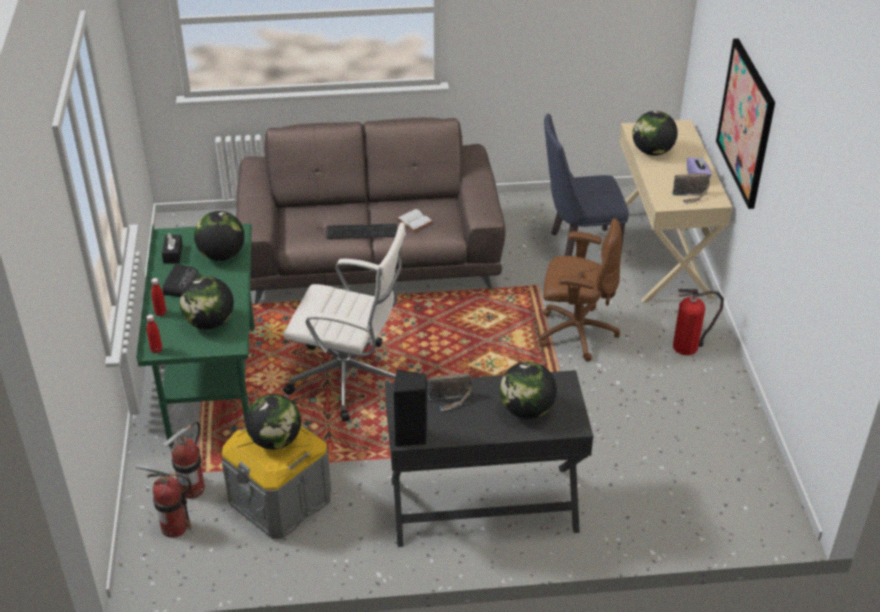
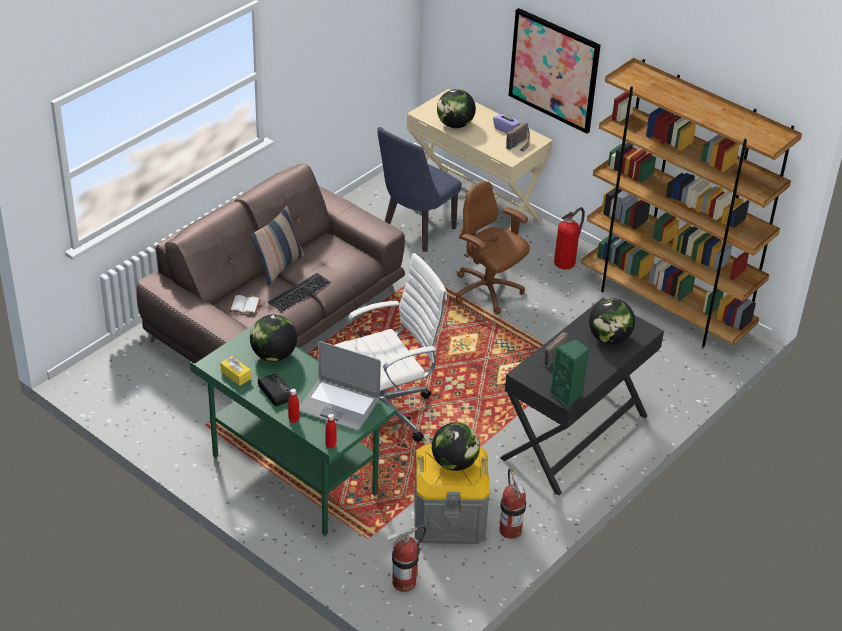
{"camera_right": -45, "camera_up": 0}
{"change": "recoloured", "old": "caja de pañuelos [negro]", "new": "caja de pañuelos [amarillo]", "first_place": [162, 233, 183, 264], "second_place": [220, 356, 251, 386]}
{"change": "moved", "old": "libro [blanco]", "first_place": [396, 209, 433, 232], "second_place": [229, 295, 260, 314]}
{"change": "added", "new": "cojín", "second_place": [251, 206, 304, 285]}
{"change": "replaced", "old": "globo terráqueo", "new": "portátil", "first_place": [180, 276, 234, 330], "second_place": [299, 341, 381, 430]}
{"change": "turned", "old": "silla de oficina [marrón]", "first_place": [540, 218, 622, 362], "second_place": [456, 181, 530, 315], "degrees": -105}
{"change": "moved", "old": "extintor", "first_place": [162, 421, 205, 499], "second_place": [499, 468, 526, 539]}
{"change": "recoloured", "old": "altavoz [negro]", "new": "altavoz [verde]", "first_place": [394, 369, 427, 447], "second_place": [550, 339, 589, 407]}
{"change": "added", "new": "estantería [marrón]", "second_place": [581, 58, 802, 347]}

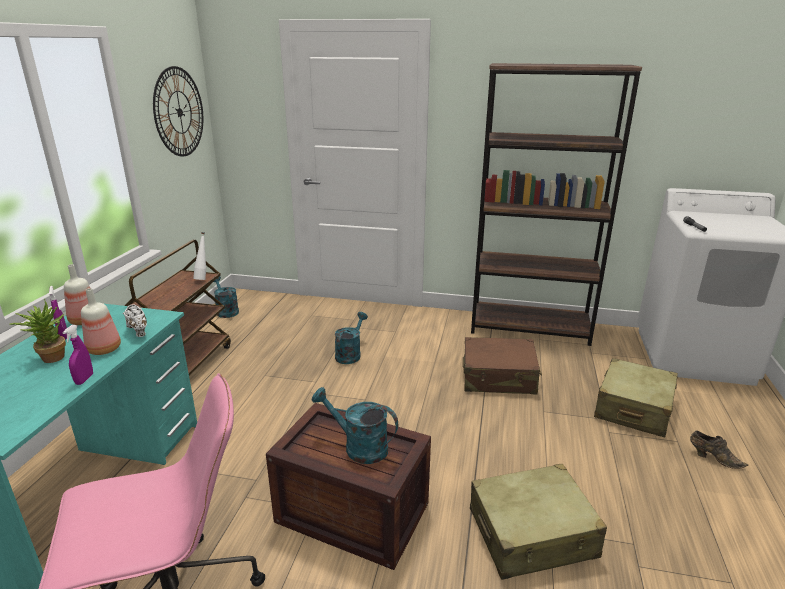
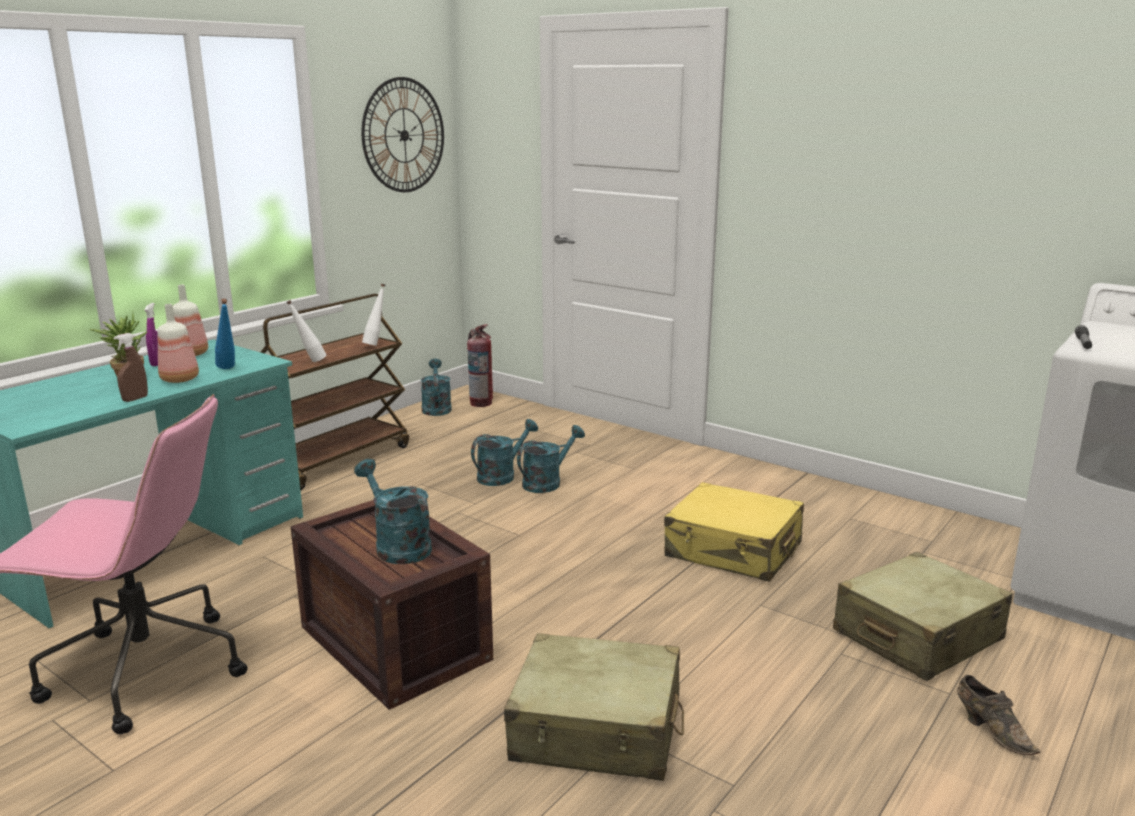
{"camera_right": 25, "camera_up": -5}
{"change": "recoloured", "old": "pulverizador [morado]", "new": "pulverizador [marrón]", "first_place": [63, 325, 93, 385], "second_place": [114, 333, 148, 402]}
{"change": "replaced", "old": "zapato [blanco]", "new": "botella [azul]", "first_place": [123, 304, 147, 337], "second_place": [215, 299, 235, 369]}
{"change": "added", "new": "botella [blanco]", "second_place": [286, 300, 327, 362]}
{"change": "added", "new": "extintor", "second_place": [467, 325, 493, 407]}
{"change": "added", "new": "regadera [turquesa]", "second_place": [471, 419, 538, 486]}
{"change": "recoloured", "old": "maleta [marrón]", "new": "maleta [amarillo]", "first_place": [463, 337, 542, 394], "second_place": [664, 482, 804, 582]}
{"change": "removed", "old": "estantería [marrón]", "first_place": [471, 63, 642, 346]}

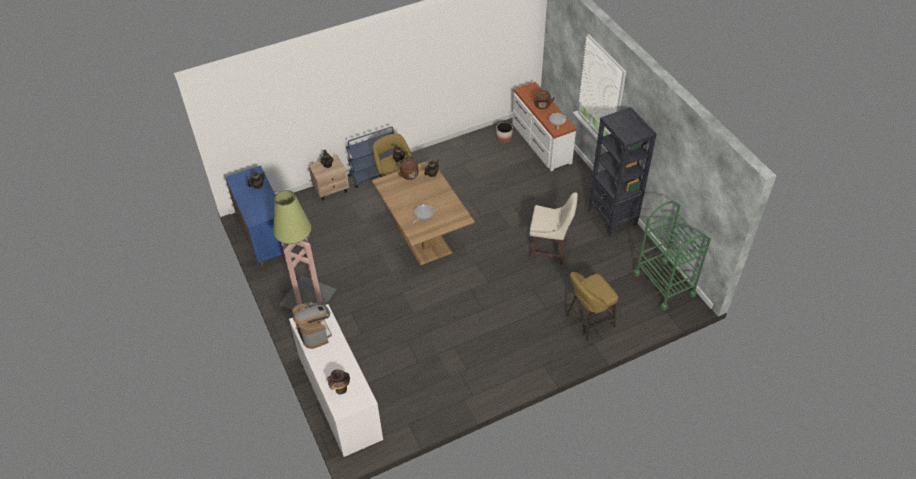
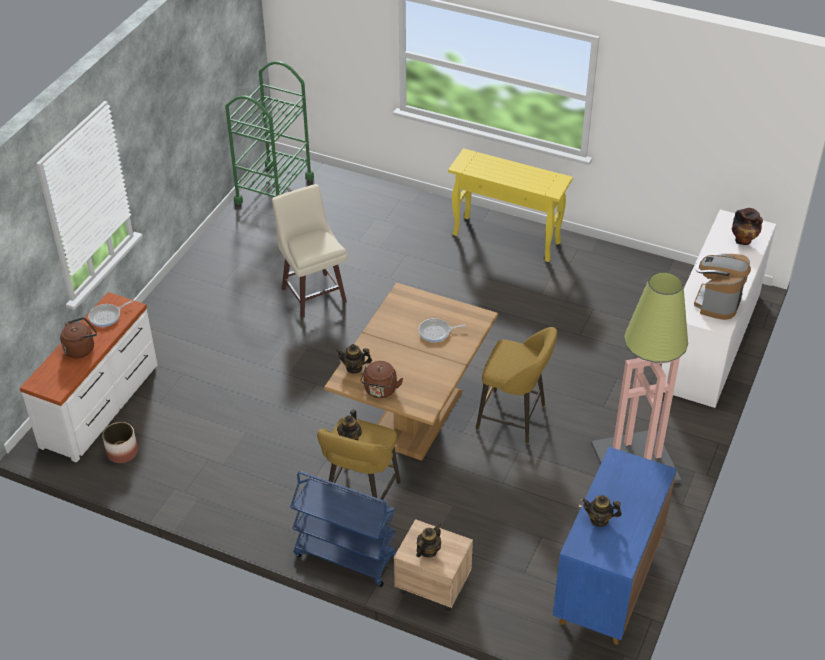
{"camera_right": -130, "camera_up": -5}
{"change": "added", "new": "mesa consola [amarillo]", "second_place": [448, 148, 573, 262]}
{"change": "moved", "old": "taburete [amarillo]", "first_place": [566, 272, 618, 341], "second_place": [476, 327, 557, 443]}
{"change": "removed", "old": "estantería [negro]", "first_place": [588, 107, 657, 237]}

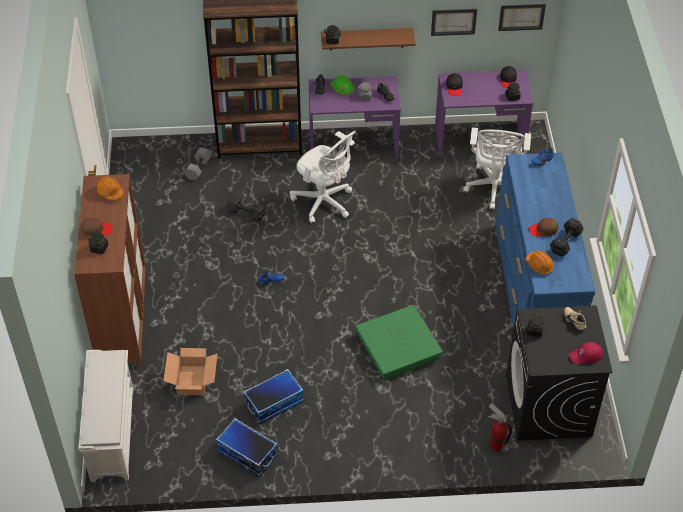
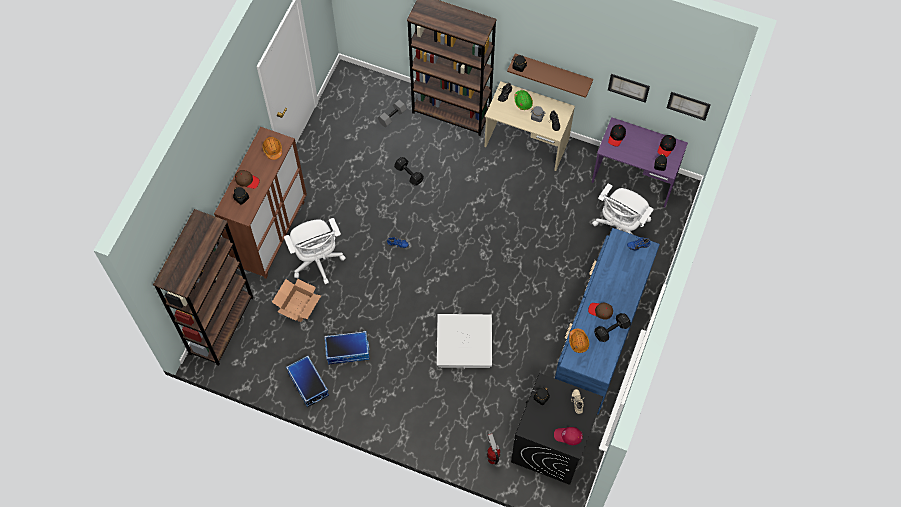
{"camera_right": 25, "camera_up": 15}
{"change": "replaced", "old": "zapatero [blanco]", "new": "estantería [marrón]", "first_place": [79, 350, 133, 482], "second_place": [153, 209, 253, 366]}
{"change": "moved", "old": "silla de oficina [blanco]", "first_place": [290, 131, 356, 223], "second_place": [284, 218, 346, 284]}
{"change": "recoloured", "old": "caja de almacenaje [verde]", "new": "caja de almacenaje [blanco]", "first_place": [356, 305, 443, 380], "second_place": [437, 314, 492, 369]}
{"change": "recoloured", "old": "escritorio [morado]", "new": "escritorio [beis]", "first_place": [308, 76, 401, 159], "second_place": [484, 81, 575, 171]}

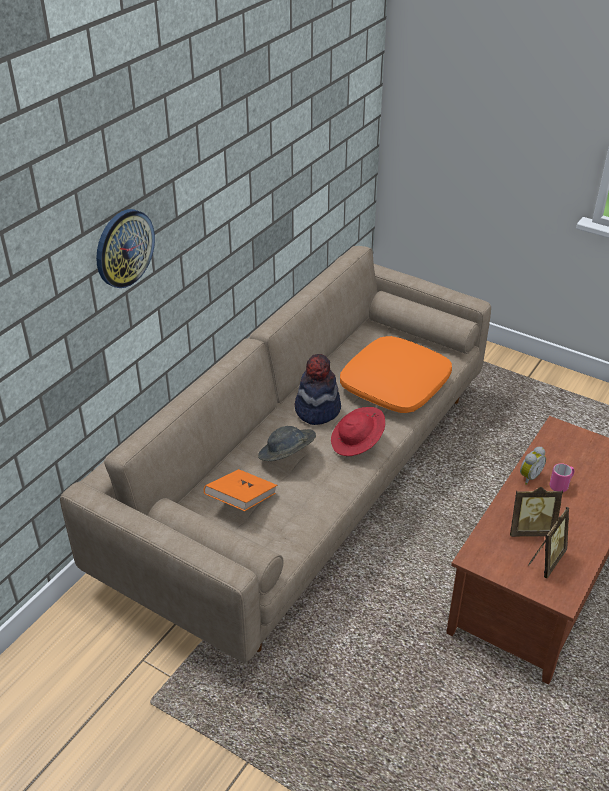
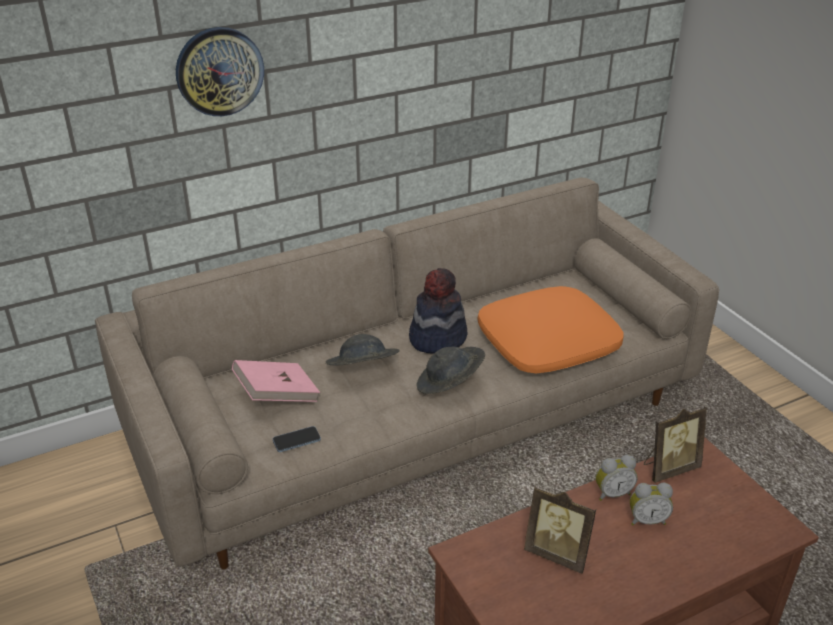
{"camera_right": 30, "camera_up": -5}
{"change": "recoloured", "old": "libro [naranja]", "new": "libro [rosa]", "first_place": [204, 469, 277, 511], "second_place": [232, 360, 320, 402]}
{"change": "added", "new": "móvil", "second_place": [273, 426, 321, 452]}
{"change": "recoloured", "old": "sombrero [rojo]", "new": "sombrero [gris]", "first_place": [331, 407, 385, 456], "second_place": [416, 347, 485, 394]}
{"change": "replaced", "old": "taza grande [rosa]", "new": "despertador", "first_place": [550, 463, 574, 492], "second_place": [630, 483, 673, 526]}
{"change": "moved", "old": "portarretratos", "first_place": [528, 507, 569, 578], "second_place": [644, 406, 707, 483]}

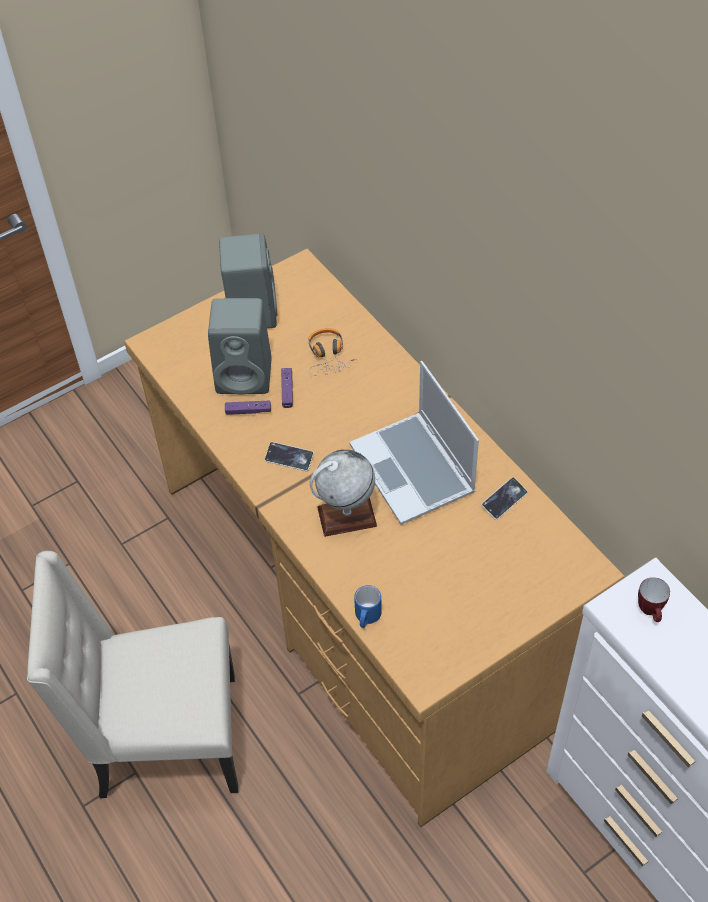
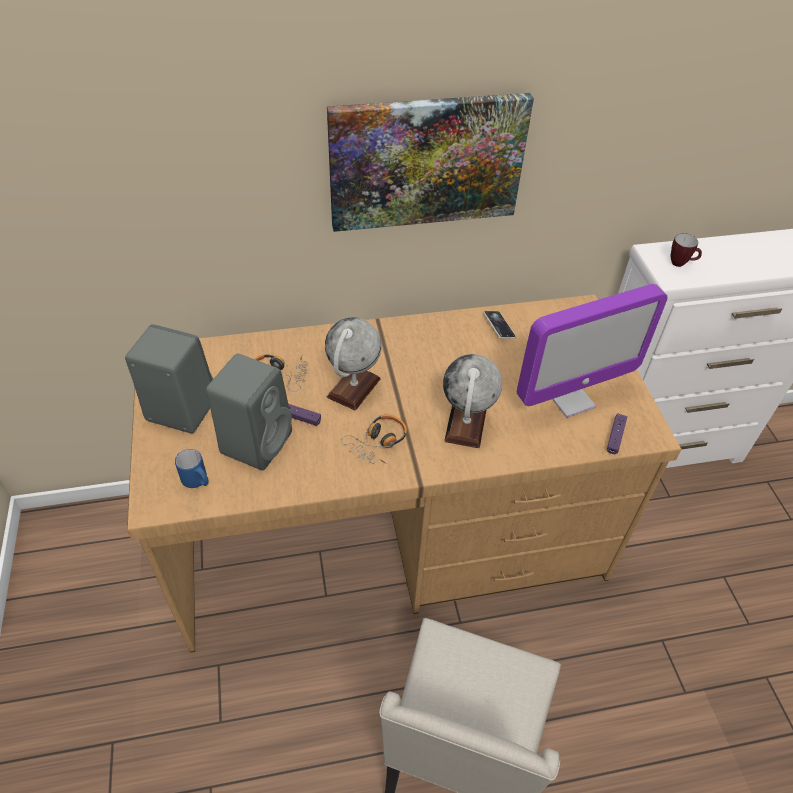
{"camera_right": -70, "camera_up": -5}
{"change": "moved", "old": "taza grande [azul]", "first_place": [354, 585, 382, 628], "second_place": [175, 449, 209, 488]}
{"change": "added", "new": "globo terráqueo", "second_place": [325, 317, 382, 410]}
{"change": "added", "new": "cuadro", "second_place": [327, 93, 534, 232]}
{"change": "replaced", "old": "móvil", "new": "auriculares", "first_place": [264, 442, 314, 471], "second_place": [341, 414, 407, 464]}
{"change": "added", "new": "monitor", "second_place": [517, 284, 668, 418]}
{"change": "moved", "old": "mando de consola [morado]", "first_place": [225, 401, 271, 415], "second_place": [607, 413, 627, 454]}
{"change": "removed", "old": "portátil", "first_place": [349, 361, 479, 525]}

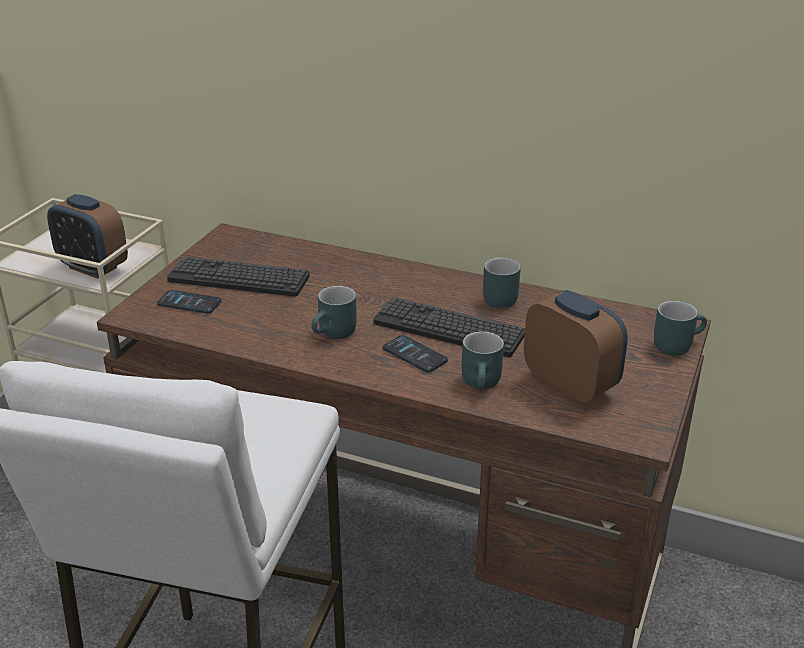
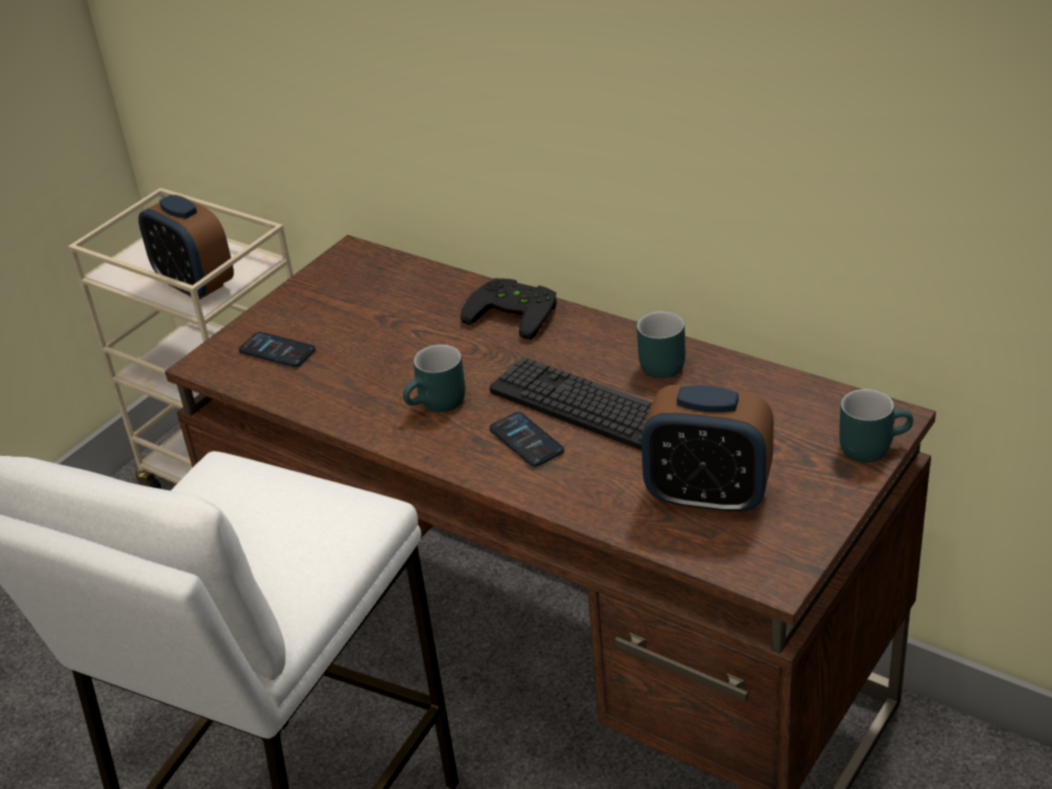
{"camera_right": 15, "camera_up": 5}
{"change": "added", "new": "mando de consola [negro]", "second_place": [461, 278, 557, 340]}
{"change": "turned", "old": "despertador", "first_place": [524, 290, 628, 404], "second_place": [641, 385, 774, 516], "degrees": 135}
{"change": "removed", "old": "teclado", "first_place": [167, 256, 310, 297]}
{"change": "removed", "old": "taza grande [turquesa]", "first_place": [462, 331, 504, 389]}

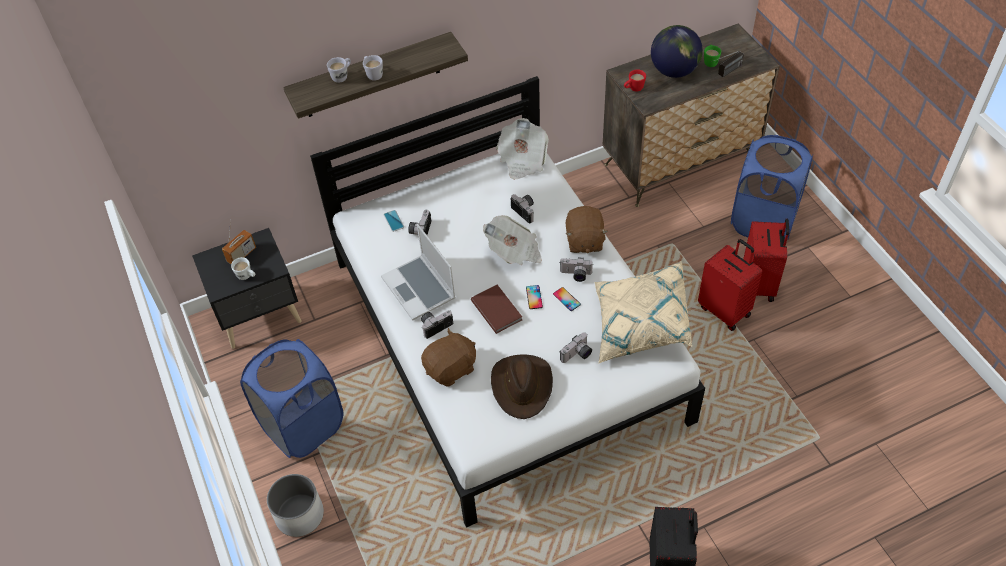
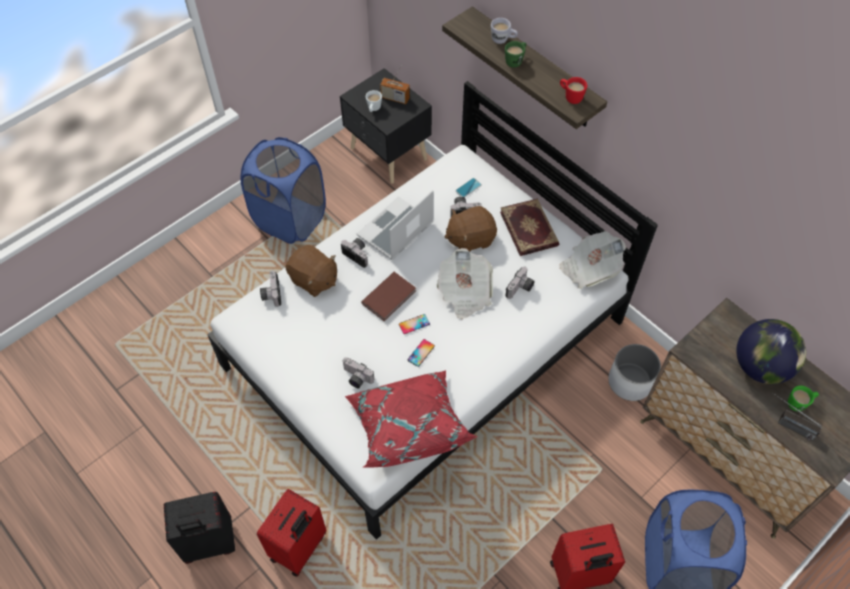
{"camera_right": 70, "camera_up": 5}
{"change": "moved", "old": "maleta [rojo]", "first_place": [698, 239, 762, 331], "second_place": [257, 489, 326, 577]}
{"change": "moved", "old": "cámara", "first_place": [560, 257, 593, 282], "second_place": [260, 271, 281, 307]}
{"change": "recoloured", "old": "cojín [beis]", "new": "cojín [rojo]", "first_place": [595, 262, 692, 364], "second_place": [345, 370, 478, 468]}
{"change": "moved", "old": "peluche [marrón]", "first_place": [566, 206, 608, 253], "second_place": [445, 206, 497, 252]}
{"change": "added", "new": "libro", "second_place": [500, 199, 559, 256]}
{"change": "recoloured", "old": "taza grande [blanco]", "new": "taza grande [verde]", "first_place": [363, 55, 383, 81], "second_place": [505, 41, 526, 68]}
{"change": "moved", "old": "taza grande [rojo]", "first_place": [624, 69, 646, 91], "second_place": [560, 77, 587, 104]}
{"change": "moved", "old": "maceta [blanco]", "first_place": [267, 474, 324, 537], "second_place": [608, 344, 661, 401]}
{"change": "removed", "old": "sombrero [marrón]", "first_place": [491, 355, 553, 419]}

